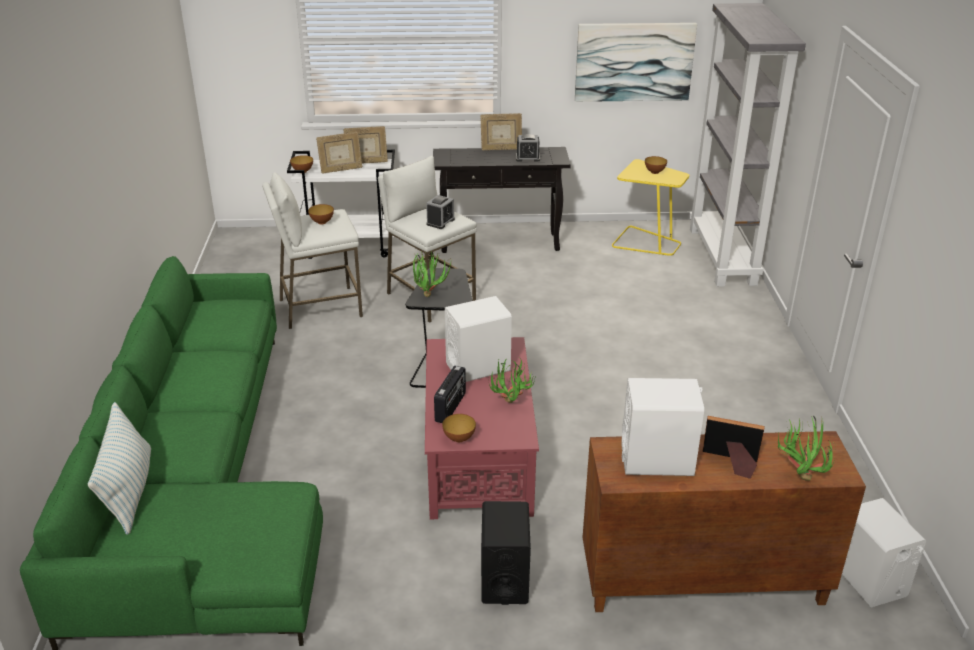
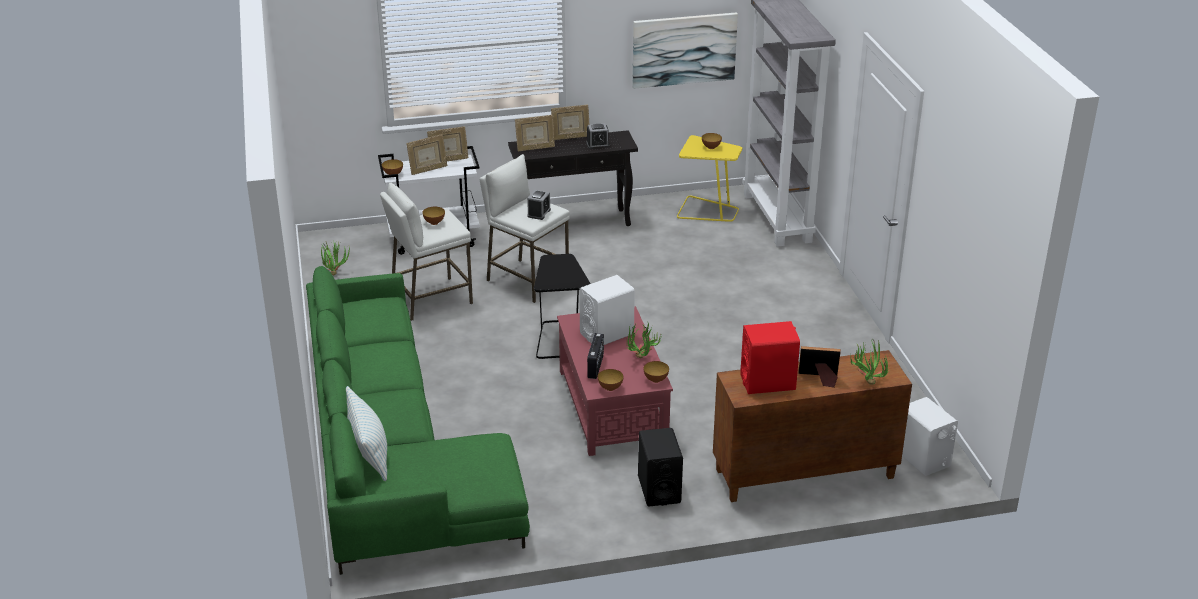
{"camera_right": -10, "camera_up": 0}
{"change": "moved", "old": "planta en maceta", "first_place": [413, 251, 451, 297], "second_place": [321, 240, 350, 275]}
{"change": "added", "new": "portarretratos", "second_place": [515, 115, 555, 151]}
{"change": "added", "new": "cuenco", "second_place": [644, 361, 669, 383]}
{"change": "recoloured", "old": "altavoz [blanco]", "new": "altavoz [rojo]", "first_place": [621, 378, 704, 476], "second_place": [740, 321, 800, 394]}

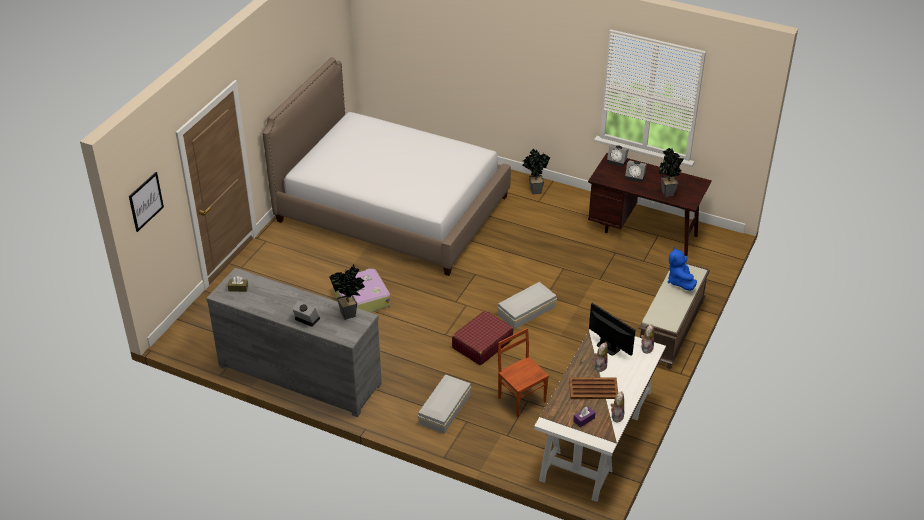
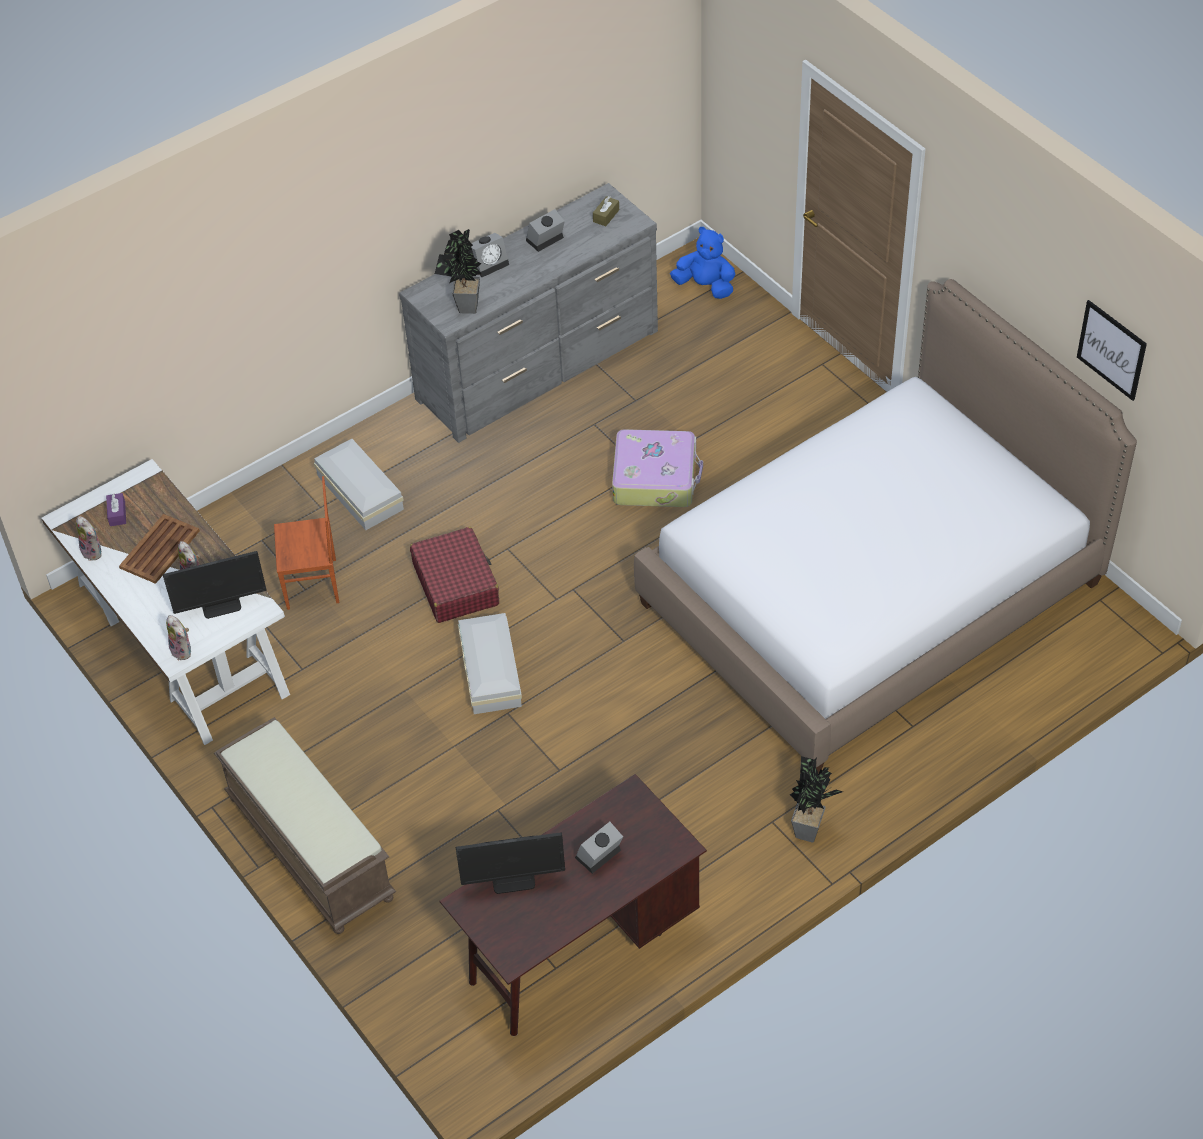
{"camera_right": 120, "camera_up": 10}
{"change": "replaced", "old": "planta en maceta", "new": "monitor", "first_place": [659, 148, 684, 197], "second_place": [456, 832, 565, 894]}
{"change": "moved", "old": "despertador", "first_place": [606, 145, 629, 167], "second_place": [526, 209, 565, 252]}
{"change": "moved", "old": "peluche [azul]", "first_place": [668, 247, 697, 291], "second_place": [670, 227, 736, 299]}
{"change": "moved", "old": "cuadro", "first_place": [129, 172, 164, 232], "second_place": [1077, 300, 1147, 401]}

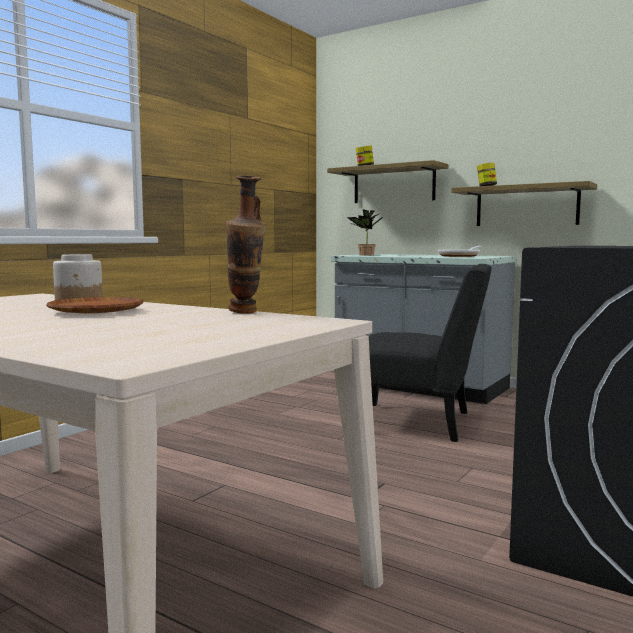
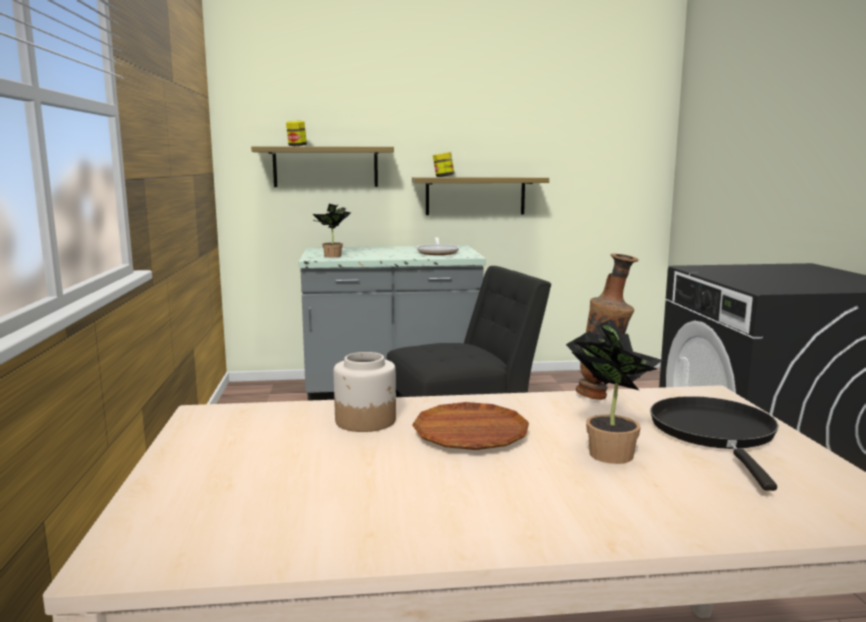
{"camera_right": -40, "camera_up": 5}
{"change": "added", "new": "planta en maceta", "second_place": [566, 319, 663, 464]}
{"change": "added", "new": "sartén [negro]", "second_place": [650, 396, 779, 491]}

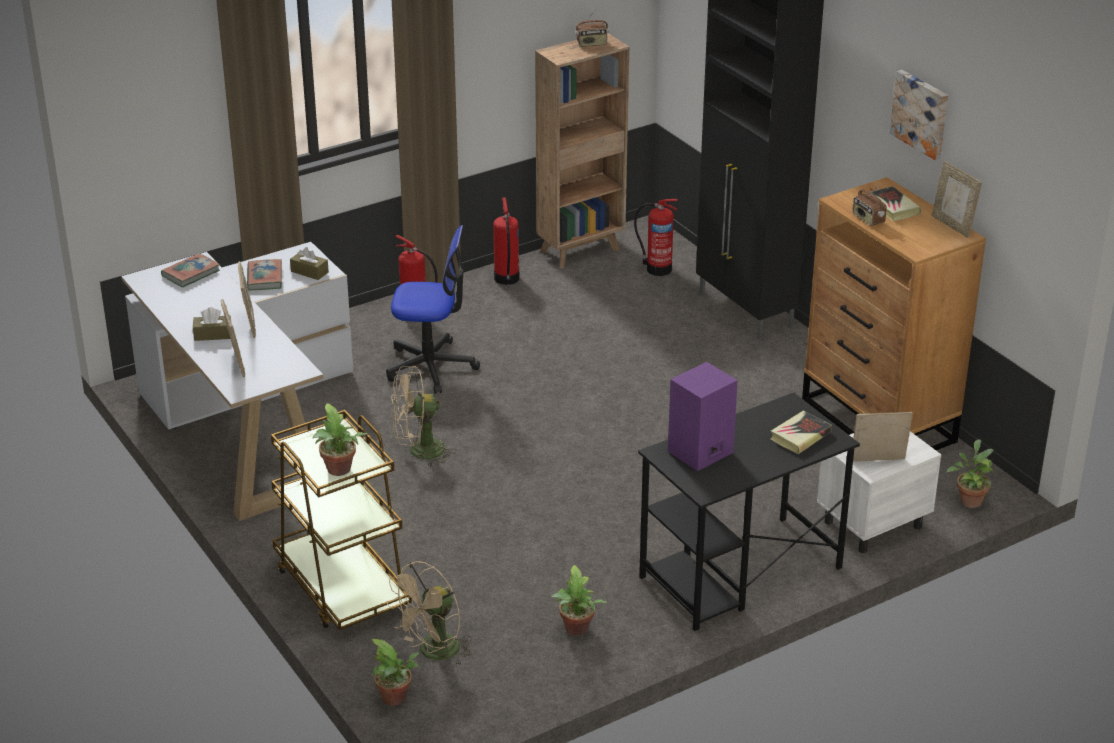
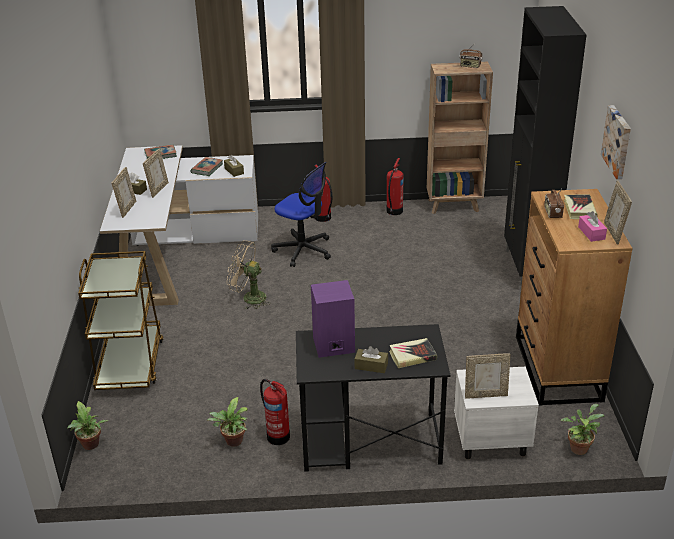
{"camera_right": 30, "camera_up": 0}
{"change": "moved", "old": "extintor", "first_place": [634, 199, 678, 276], "second_place": [260, 379, 290, 445]}
{"change": "added", "new": "caja de pañuelos [marrón]", "second_place": [354, 346, 388, 373]}
{"change": "turned", "old": "portarretratos", "first_place": [853, 412, 913, 461], "second_place": [465, 353, 511, 399], "degrees": 150}
{"change": "added", "new": "caja de pañuelos [rosa]", "second_place": [578, 211, 607, 242]}
{"change": "removed", "old": "planta en maceta", "first_place": [313, 404, 368, 476]}
{"change": "removed", "old": "ventilador [beis]", "first_place": [387, 561, 472, 665]}

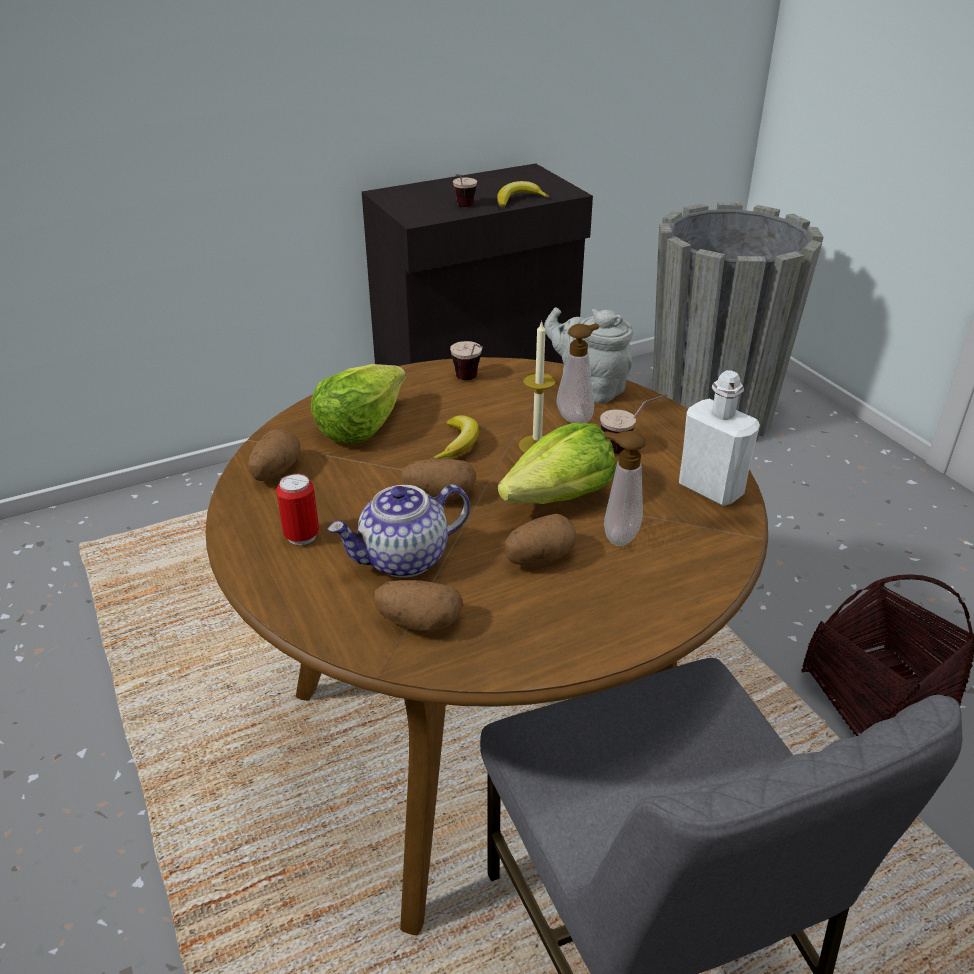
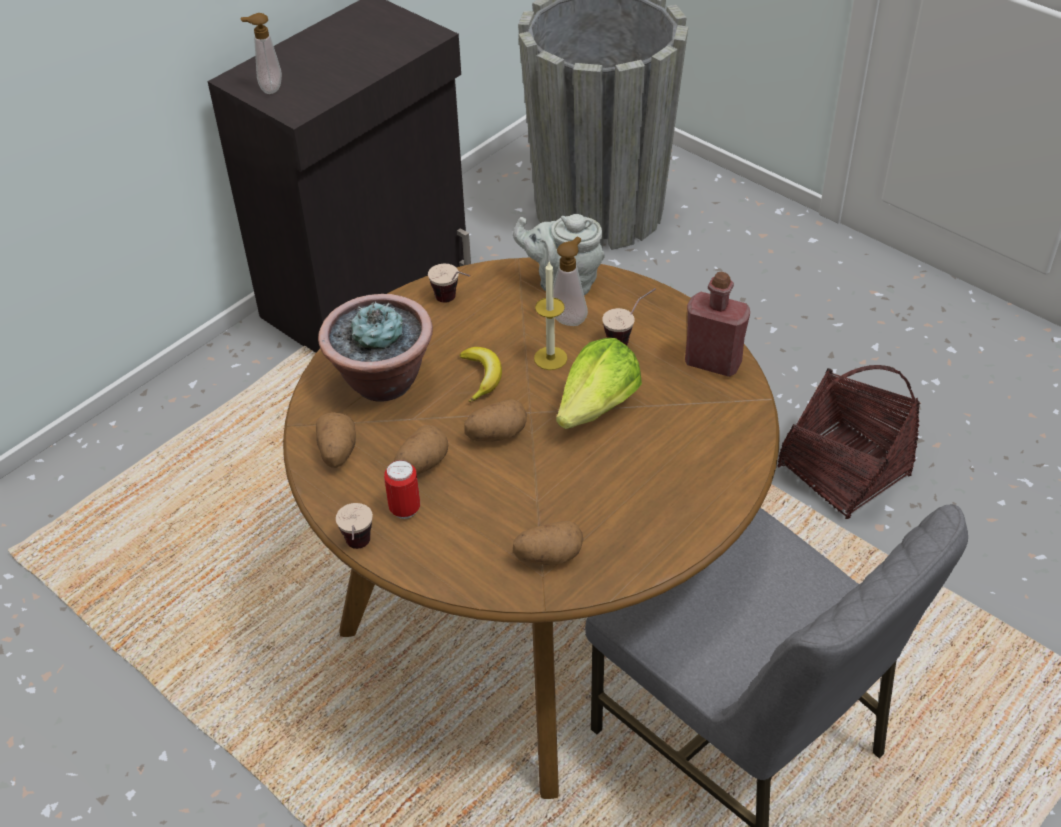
{"camera_right": -20, "camera_up": 10}
{"change": "moved", "old": "dispensador de jabón", "first_place": [604, 431, 646, 546], "second_place": [241, 13, 282, 94]}
{"change": "replaced", "old": "lechuga", "new": "planta en maceta", "first_place": [310, 364, 406, 443], "second_place": [318, 294, 433, 401]}
{"change": "moved", "old": "taza", "first_place": [453, 174, 477, 207], "second_place": [336, 503, 373, 549]}
{"change": "moved", "old": "patata", "first_place": [505, 514, 577, 565], "second_place": [394, 425, 448, 474]}
{"change": "recoloured", "old": "botella [blanco]", "new": "botella [rojo]", "first_place": [679, 370, 760, 506], "second_place": [685, 272, 750, 377]}
{"change": "removed", "old": "tetera", "first_place": [328, 484, 470, 578]}
{"change": "removed", "old": "plátano", "first_place": [497, 181, 549, 208]}

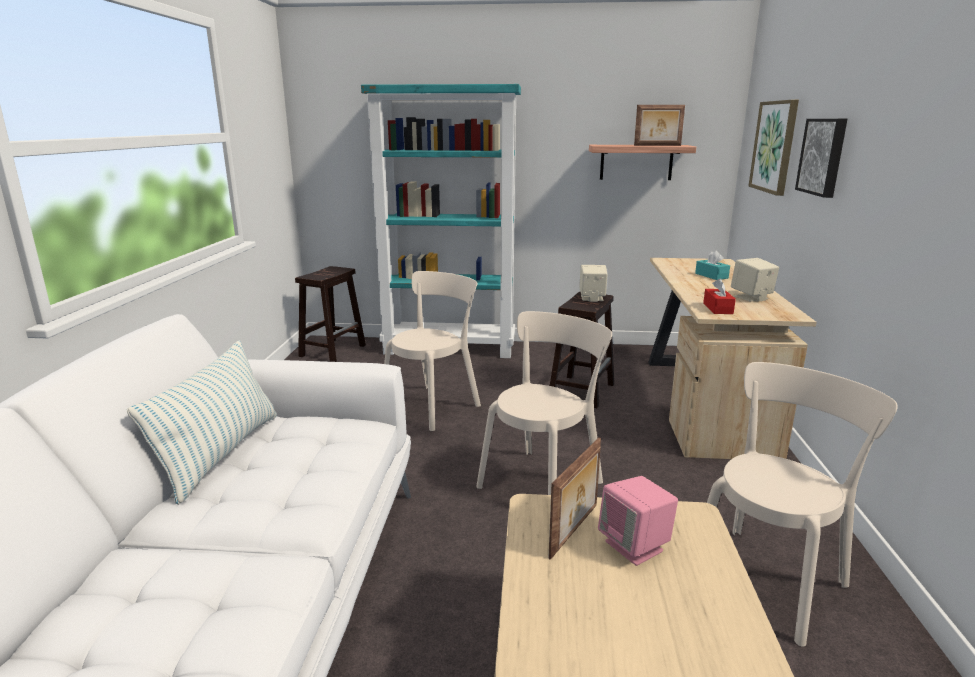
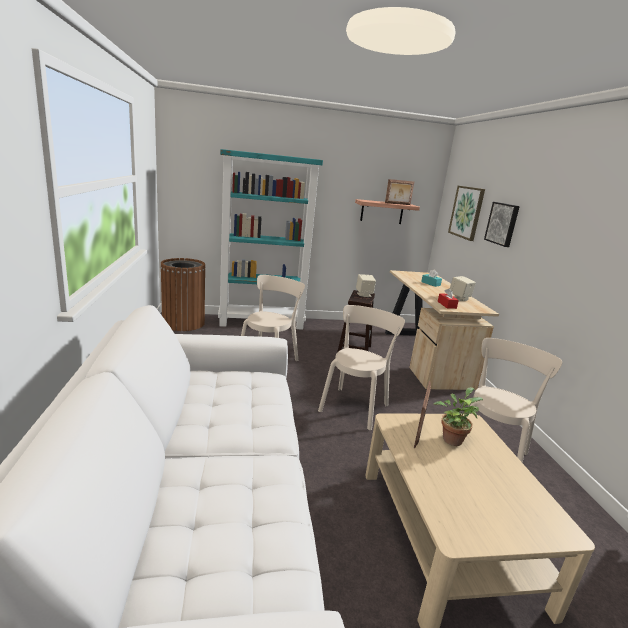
{"camera_right": -15, "camera_up": 0}
{"change": "replaced", "old": "taburete [marrón]", "new": "papelera [marrón]", "first_place": [295, 266, 366, 362], "second_place": [160, 258, 206, 331]}
{"change": "replaced", "old": "altavoz [rosa]", "new": "planta en maceta", "first_place": [598, 476, 678, 566], "second_place": [434, 387, 483, 446]}
{"change": "removed", "old": "cojín", "first_place": [127, 340, 277, 505]}

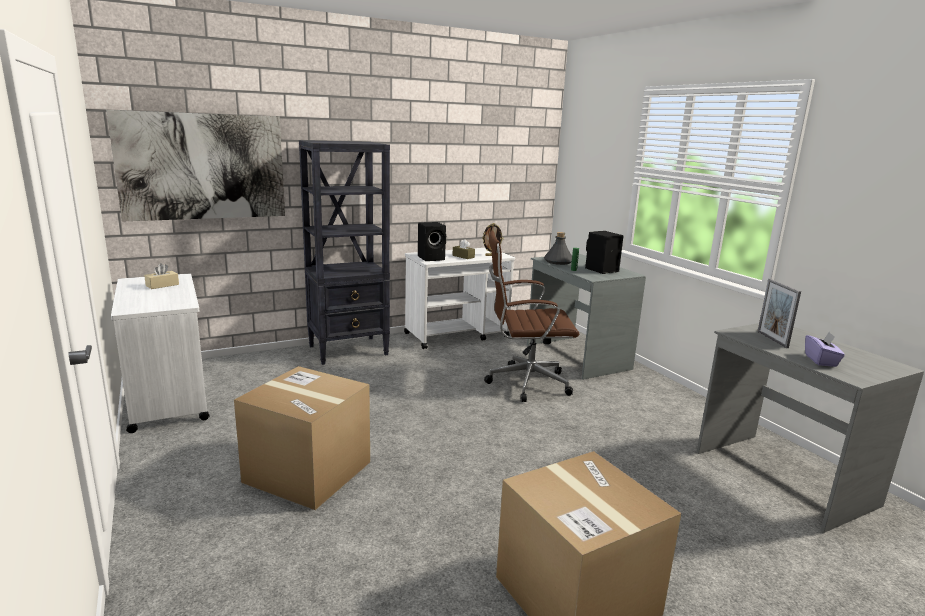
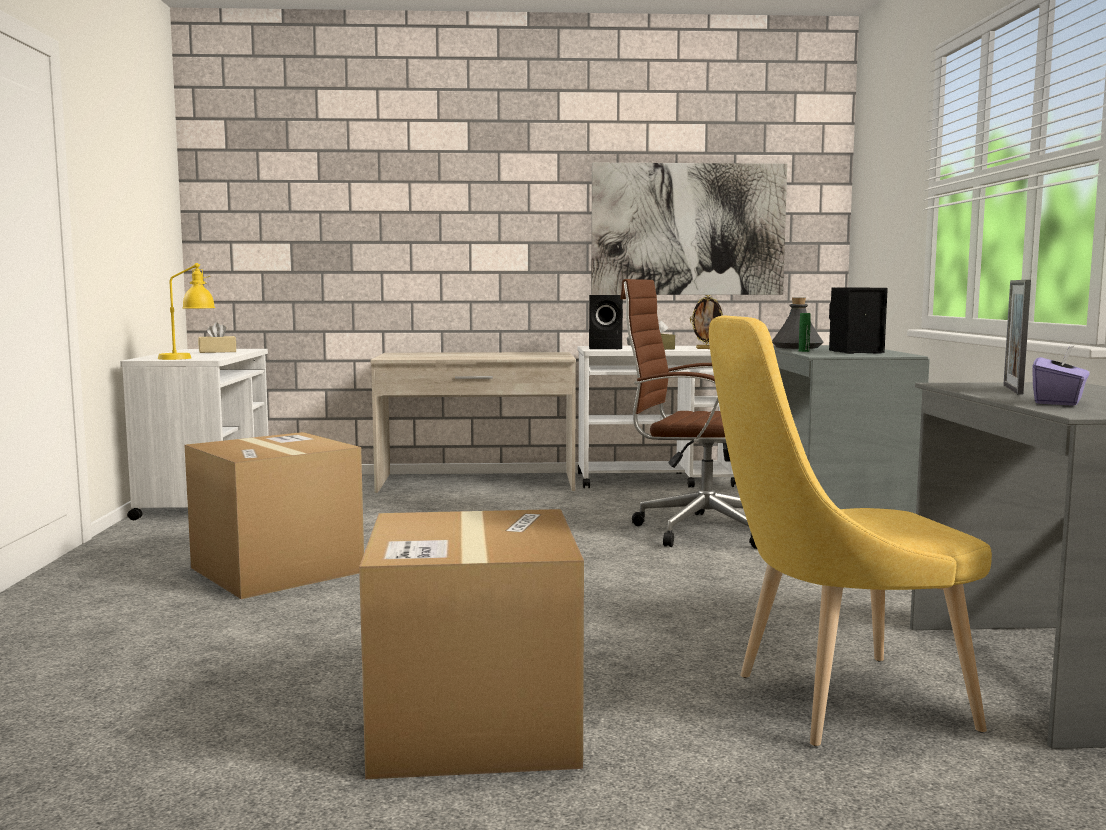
{"camera_right": 25, "camera_up": -10}
{"change": "added", "new": "lámpara de mesa [amarillo]", "second_place": [158, 263, 215, 360]}
{"change": "replaced", "old": "estantería [negro]", "new": "escritorio [beis]", "first_place": [299, 140, 390, 365], "second_place": [370, 352, 576, 493]}
{"change": "moved", "old": "cuadro", "first_place": [106, 110, 285, 221], "second_place": [591, 163, 787, 295]}
{"change": "added", "new": "silla [amarillo]", "second_place": [709, 316, 992, 746]}

